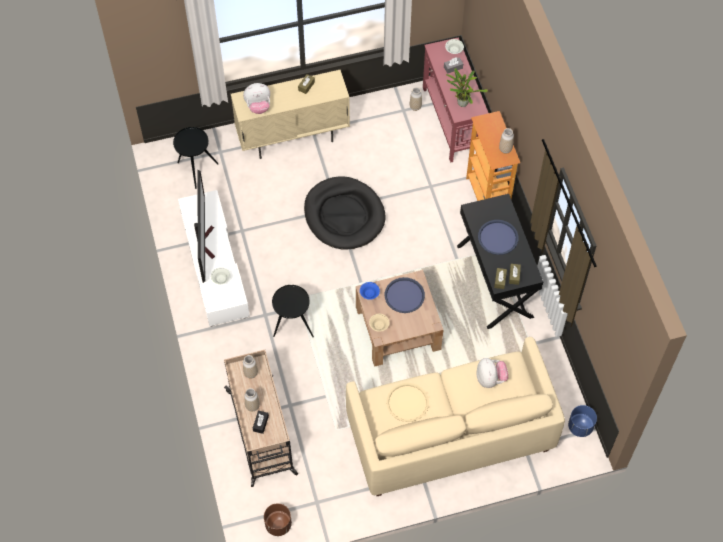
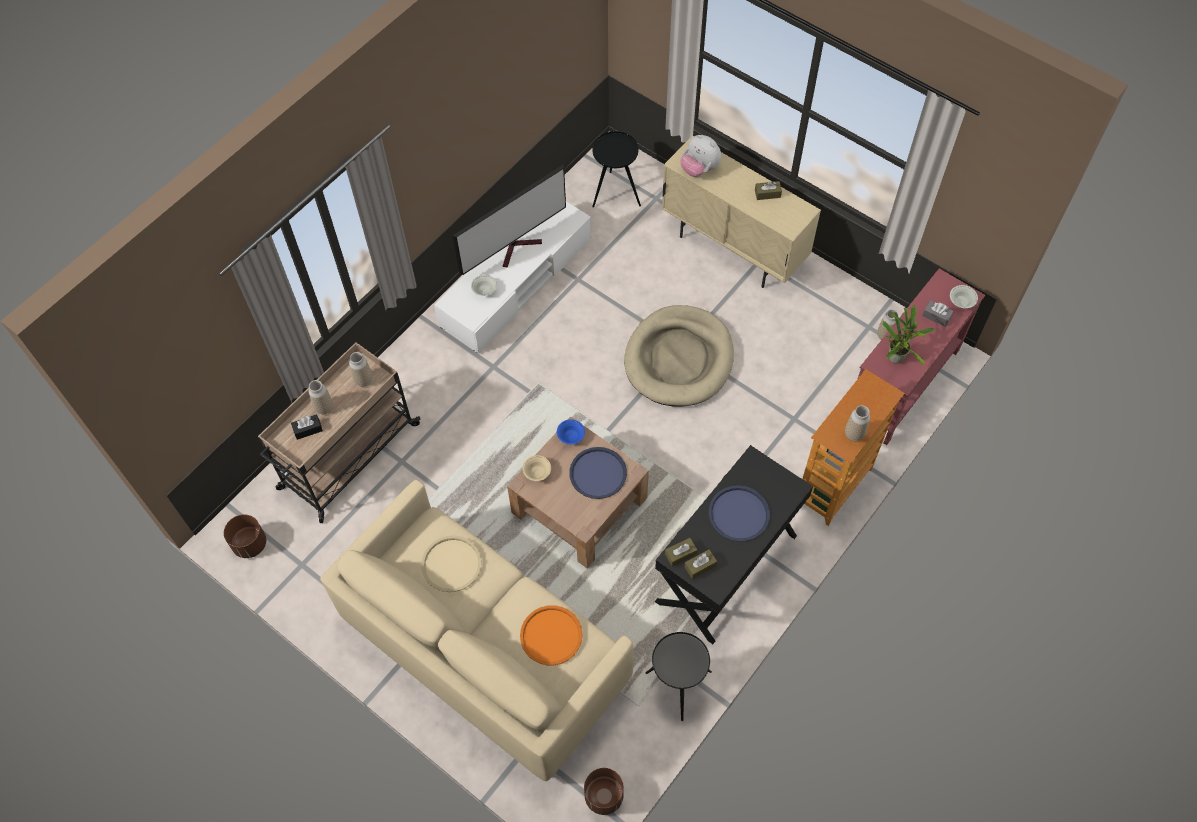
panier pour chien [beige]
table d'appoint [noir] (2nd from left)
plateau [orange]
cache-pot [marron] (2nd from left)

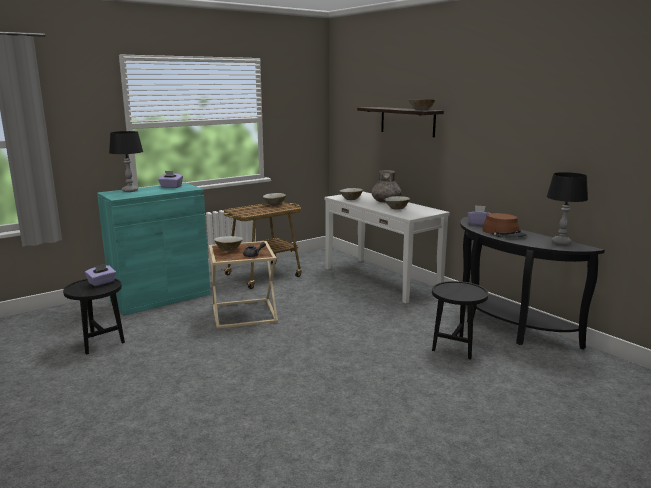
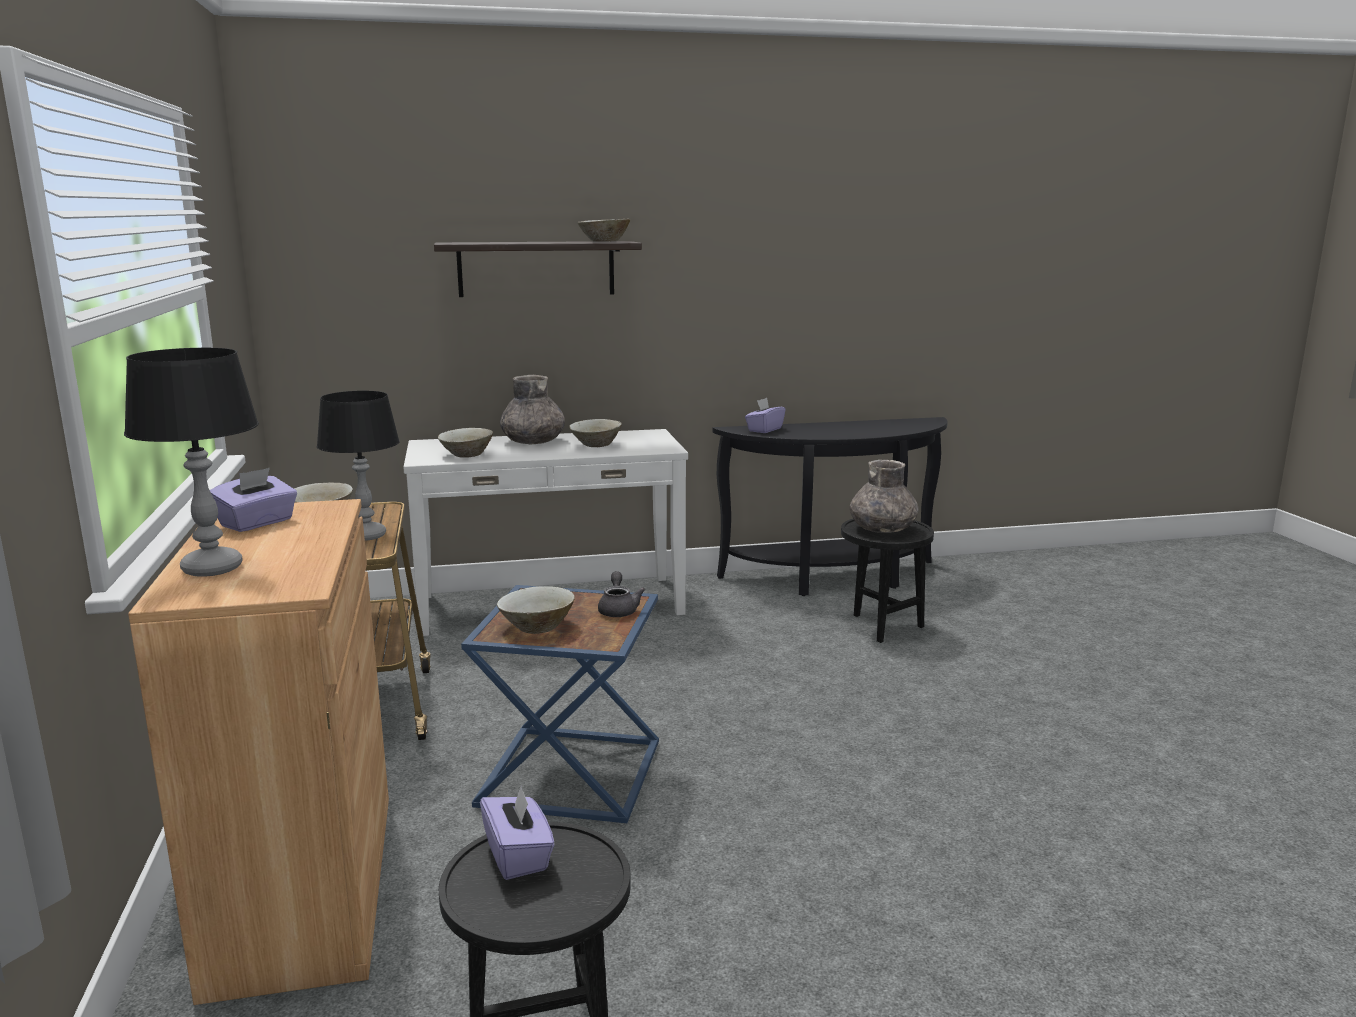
lampe de table [noir] (2nd from left)
meuble de rangement [marron]
chapeau [marron]
table d'appoint [bleu]
vase [gris] (2nd from left)

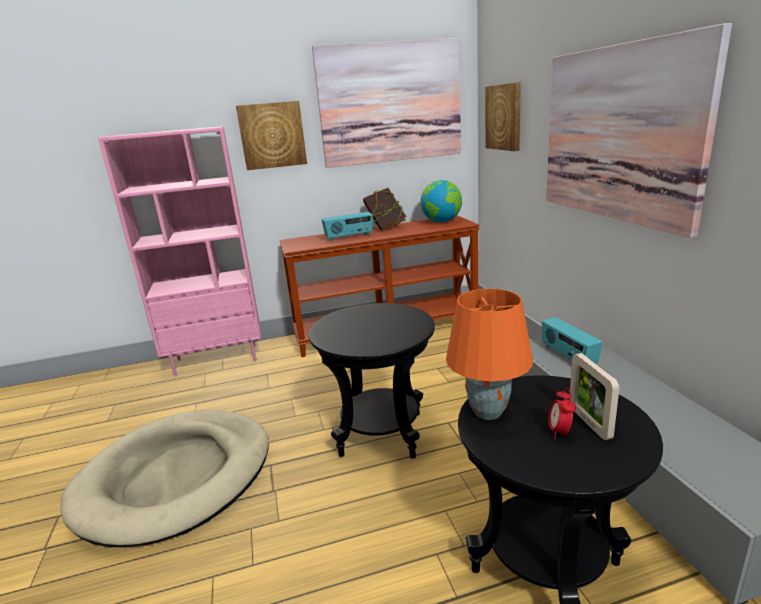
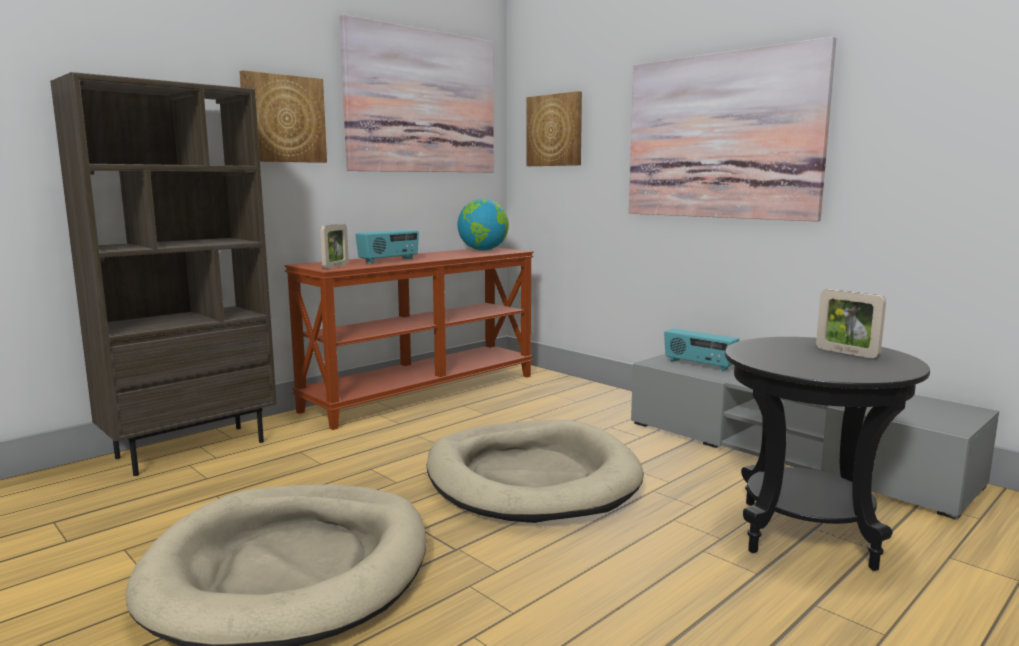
bibliothèque [marron]
livre
lampe de table [orange]
panier pour chien [beige] (2nd from left)
réveil
cadre photo (1st from left)

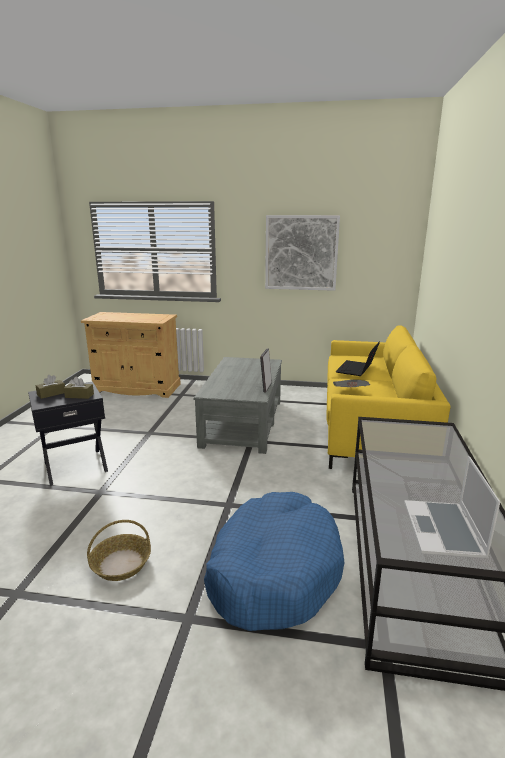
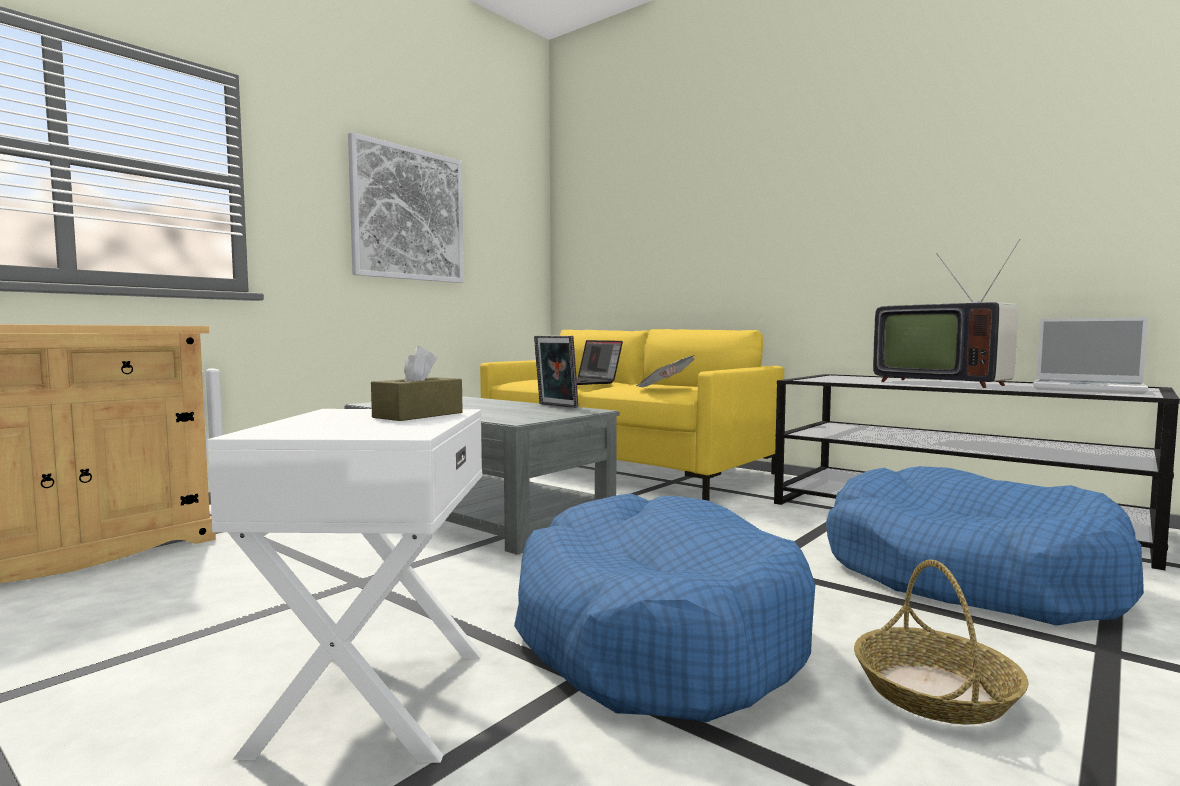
boîte à mouchoirs [marron] (1st from left in the first image)
table d'appoint [blanc]
téléviseur
panier pour chien [bleu] (1st from left)

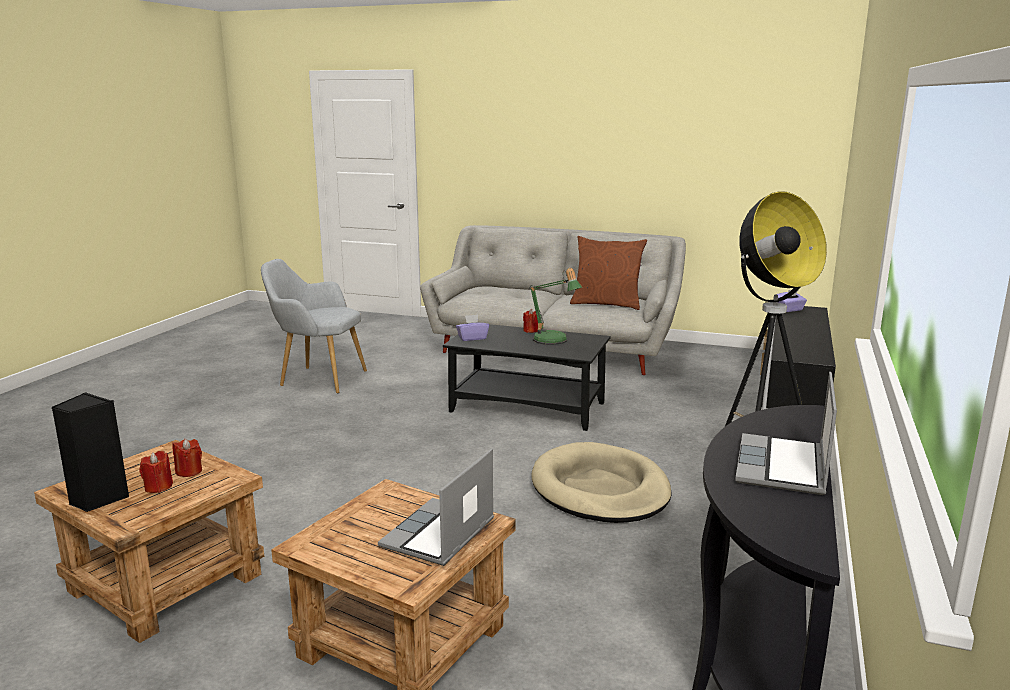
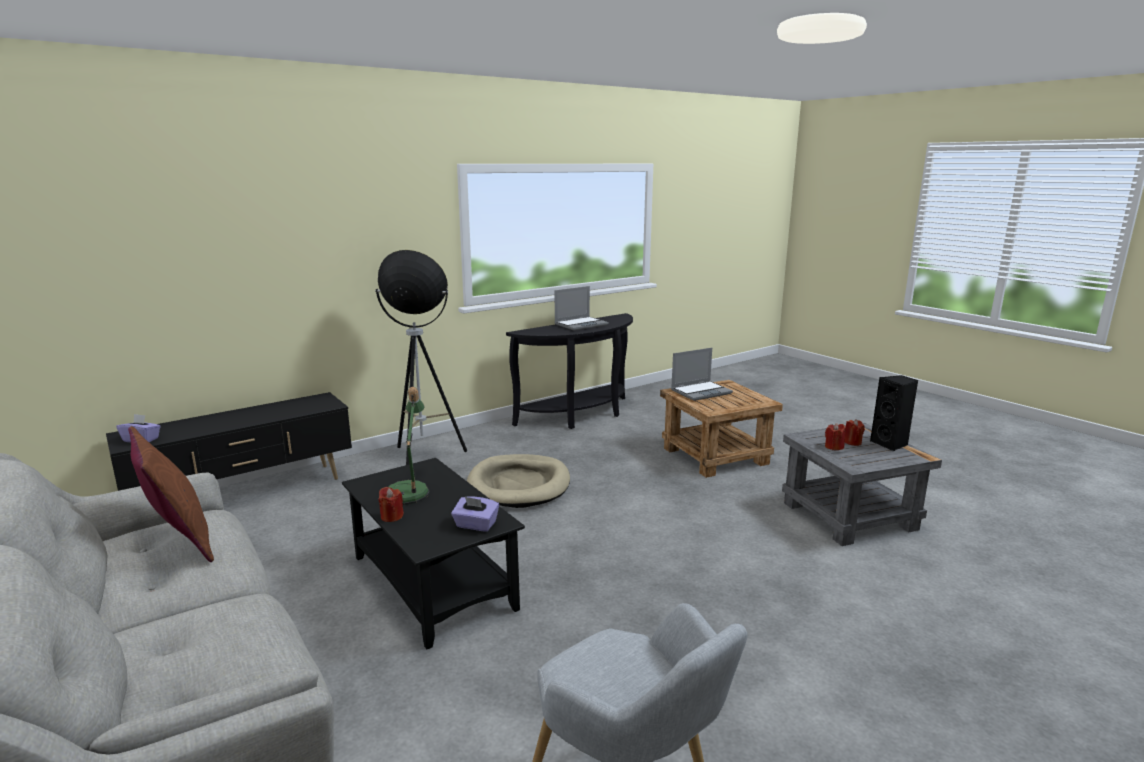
table d'appoint [gris]

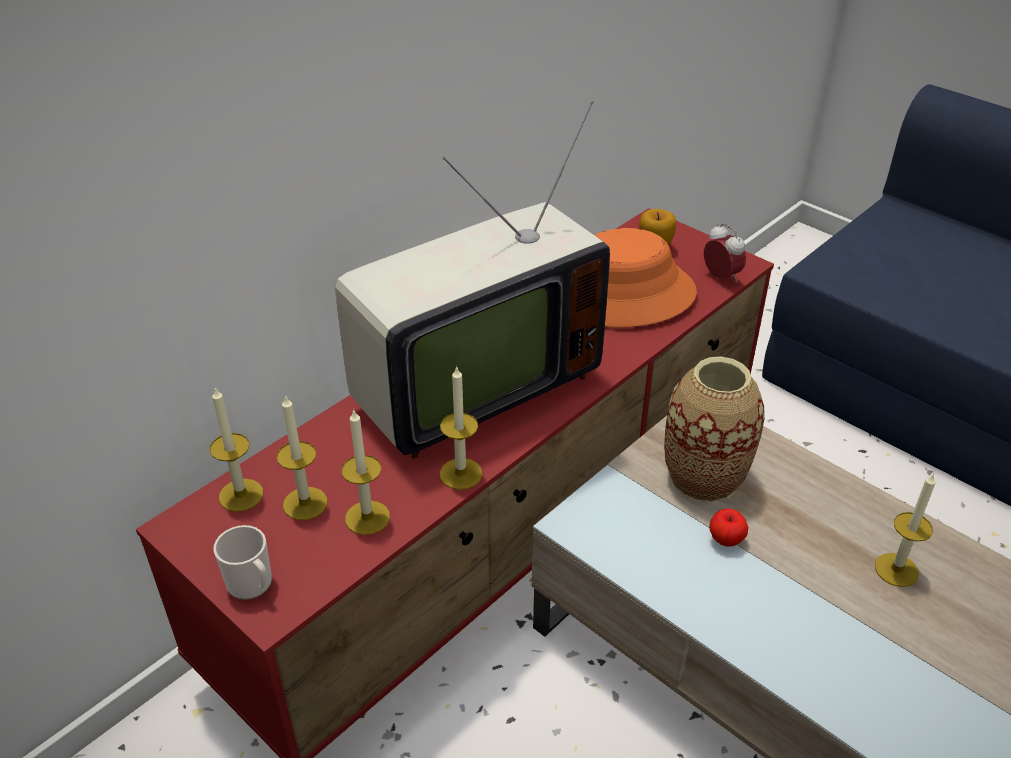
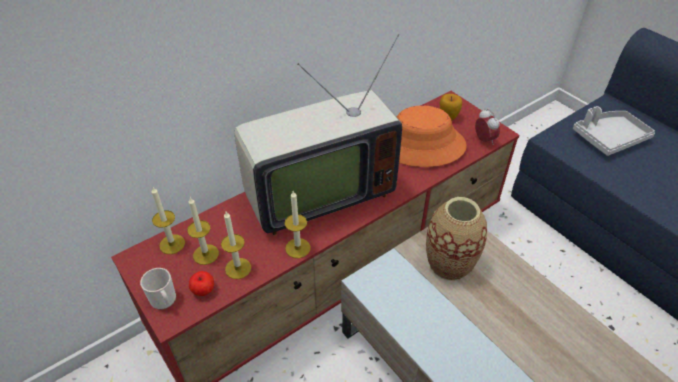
bougie (5th from left in the first image)
pomme (1st from left)
plateau [gris]

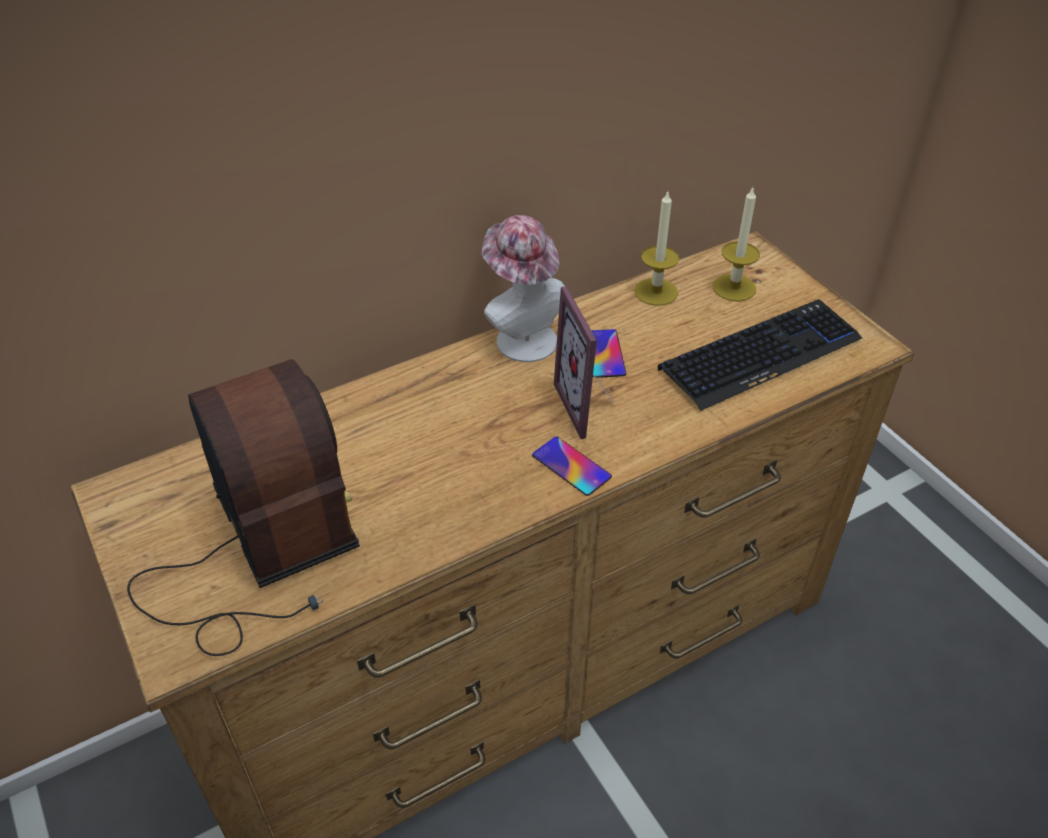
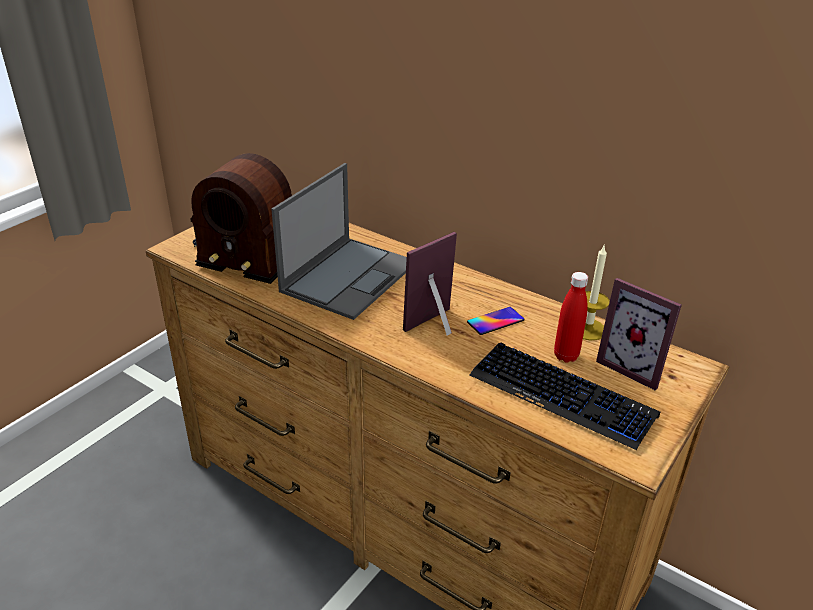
cadre photo (2nd from left)
chapeau
radio
téléphone (1st from left in the first image)
ordinateur portable
bouteille [rouge]

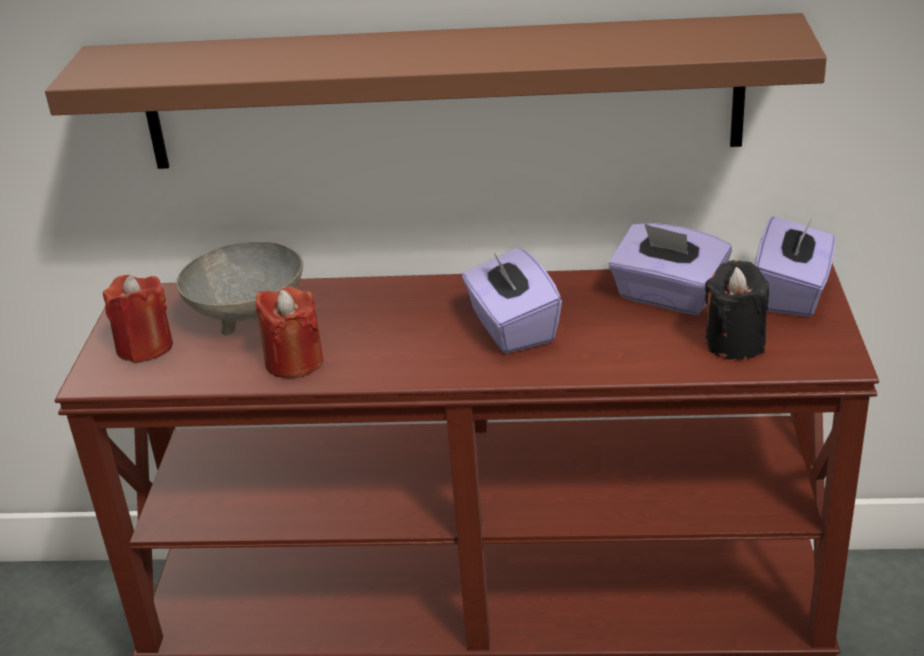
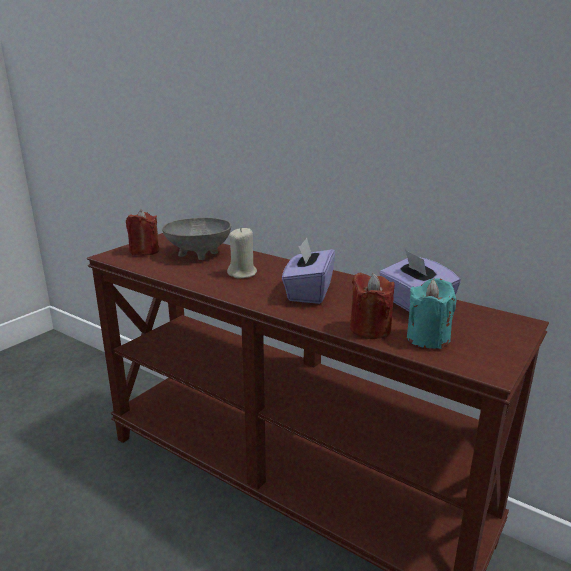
étagère [marron]
boîte à mouchoirs [violet] (3rd from left in the first image)
bougie [turquoise]
bougie [rouge] (2nd from left)
bougie [beige]

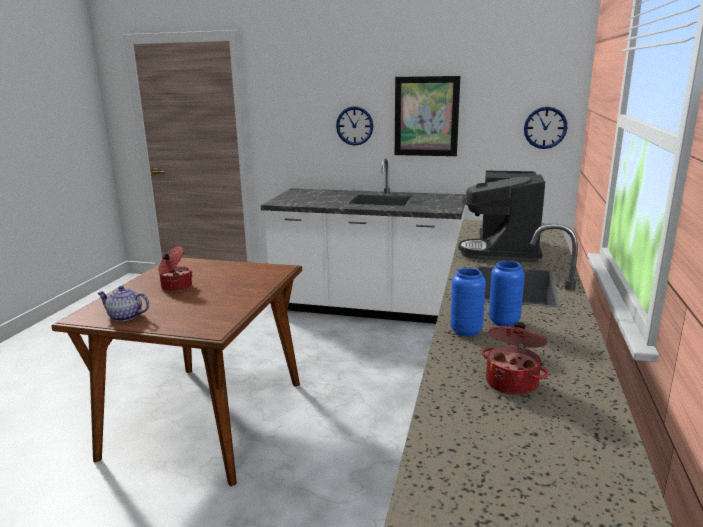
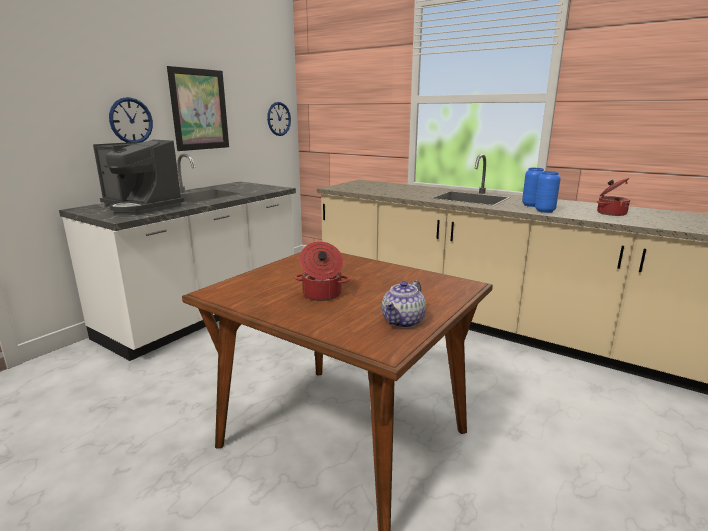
machine à café

